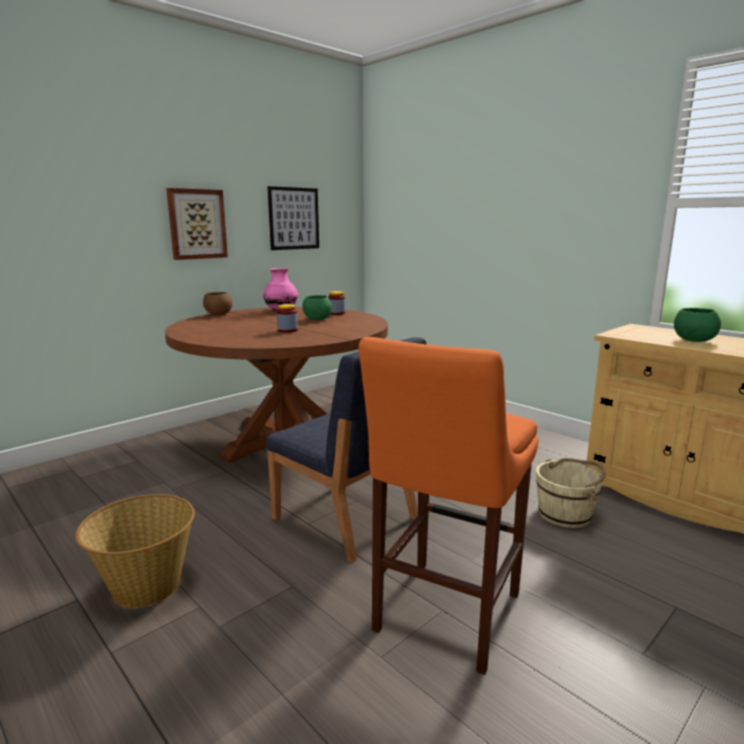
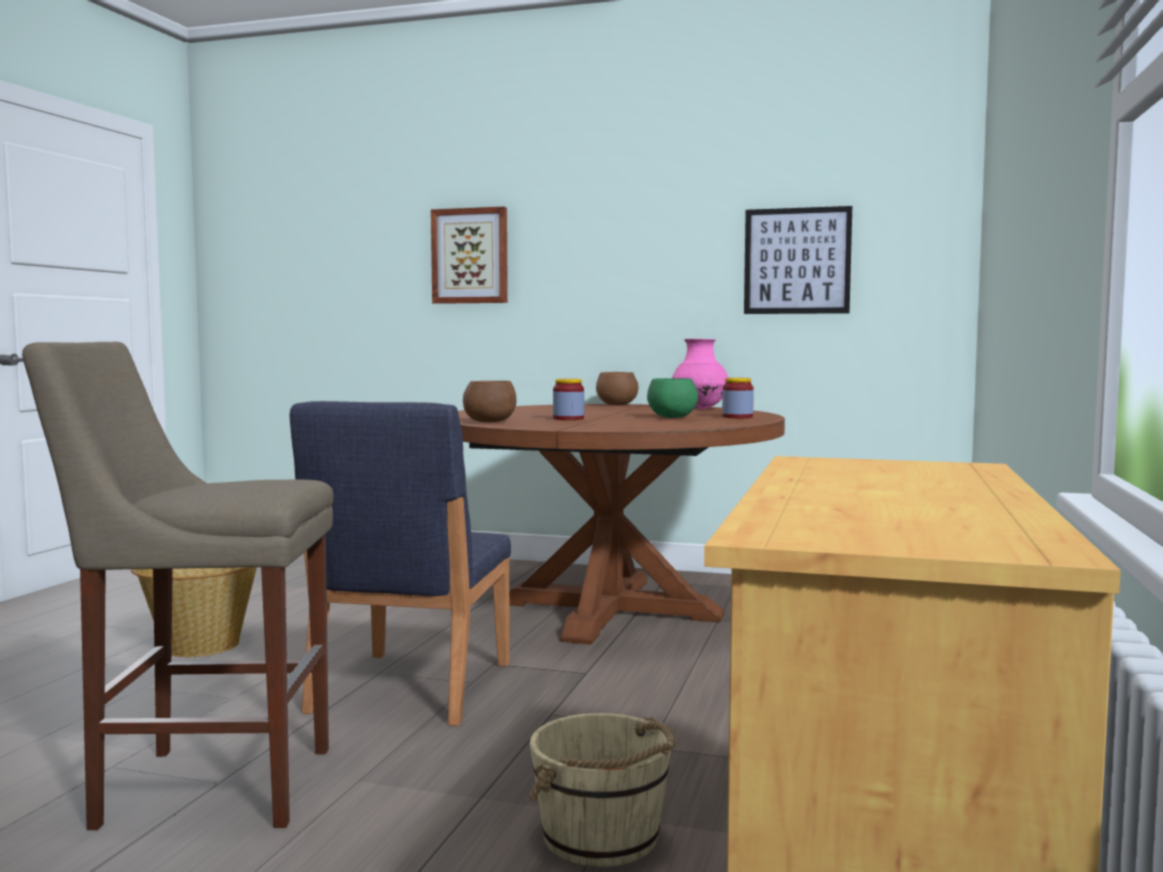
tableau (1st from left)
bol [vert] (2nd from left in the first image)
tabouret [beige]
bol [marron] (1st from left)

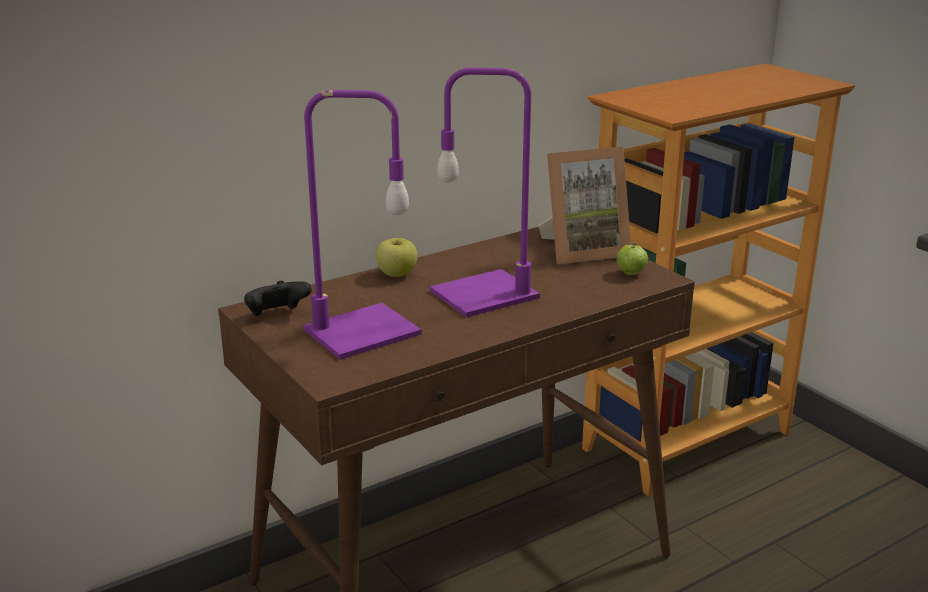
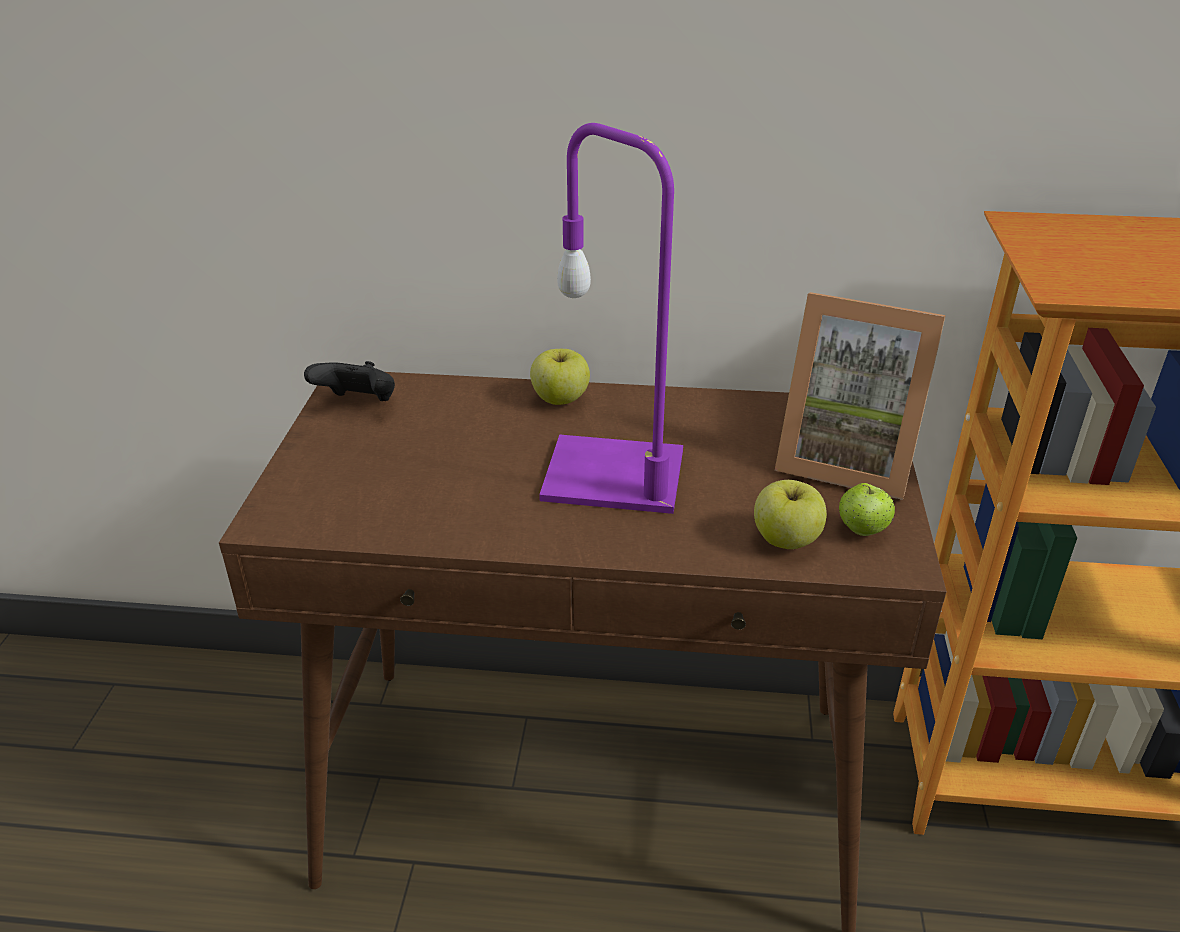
lampe de table [violet] (1st from left in the first image)
pomme (2nd from left)

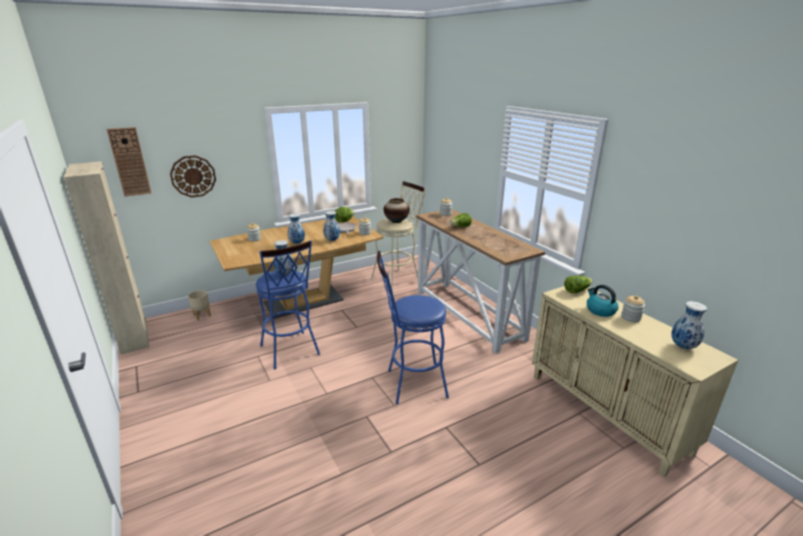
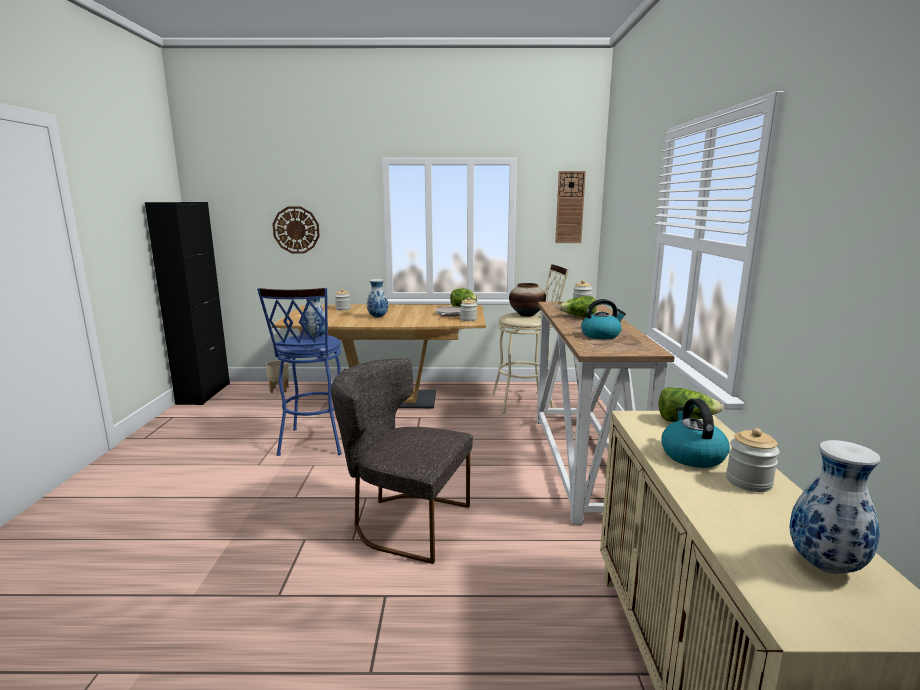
horloge murale (2nd from left)
meuble de rangement [noir]
vase (3rd from left in the first image)
chaise [gris]
bouilloire (1st from left)

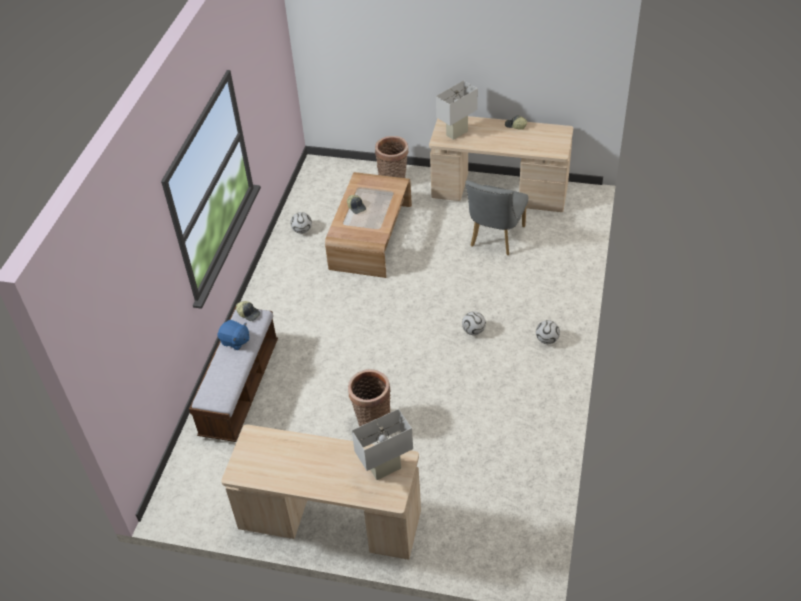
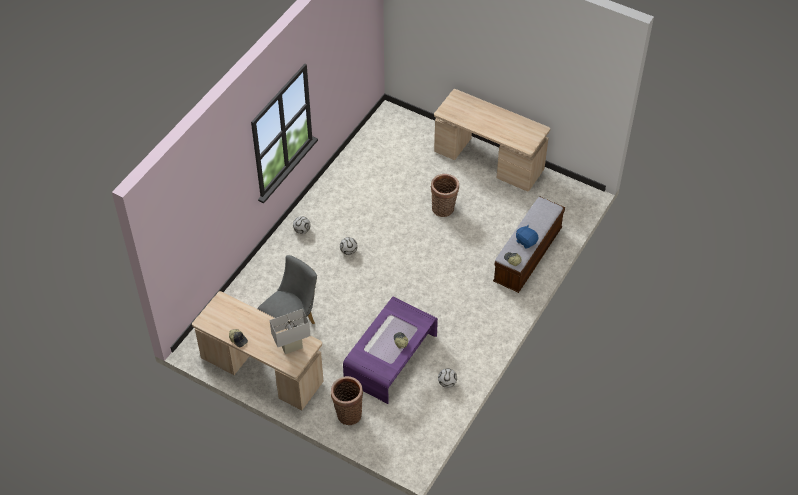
table basse [violet]
lampe de table [blanc] (1st from left in the first image)

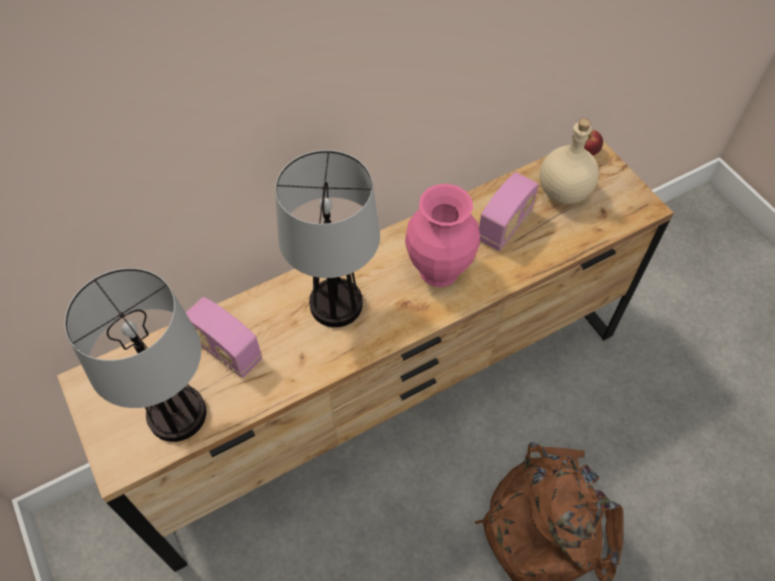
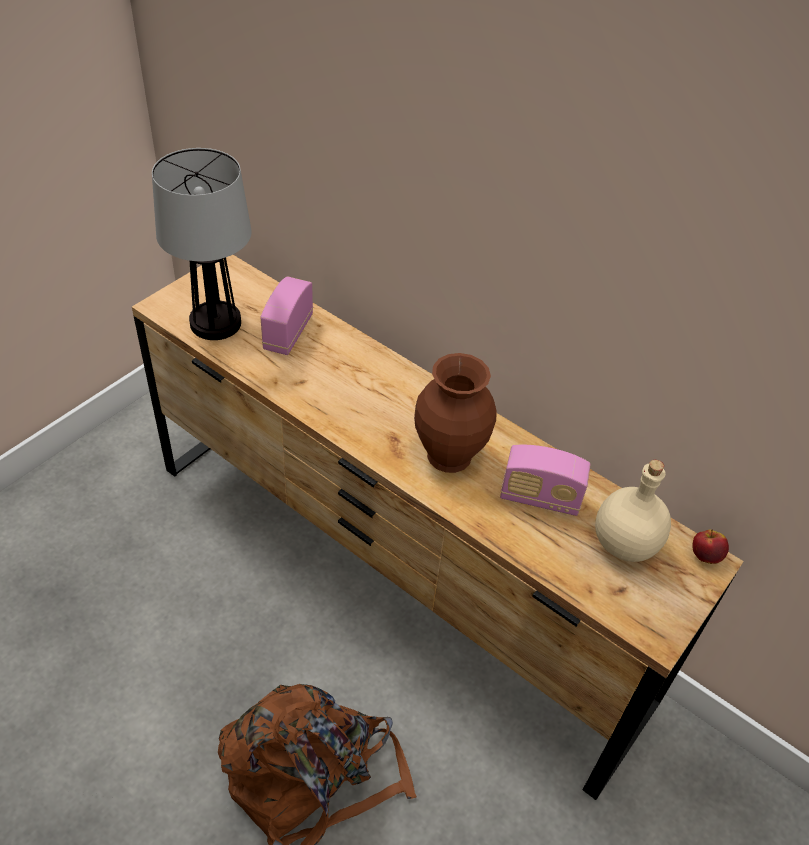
lampe de table (2nd from left in the first image)
vase [marron]

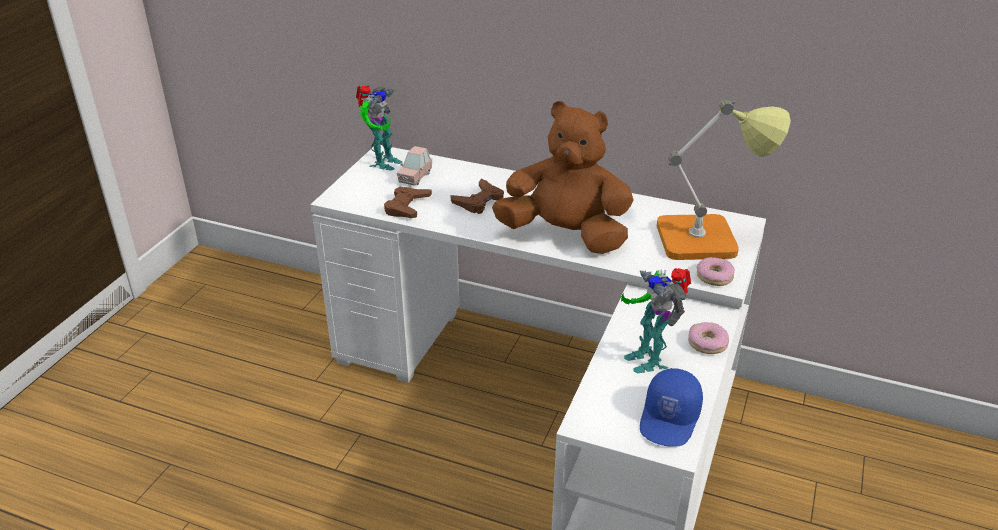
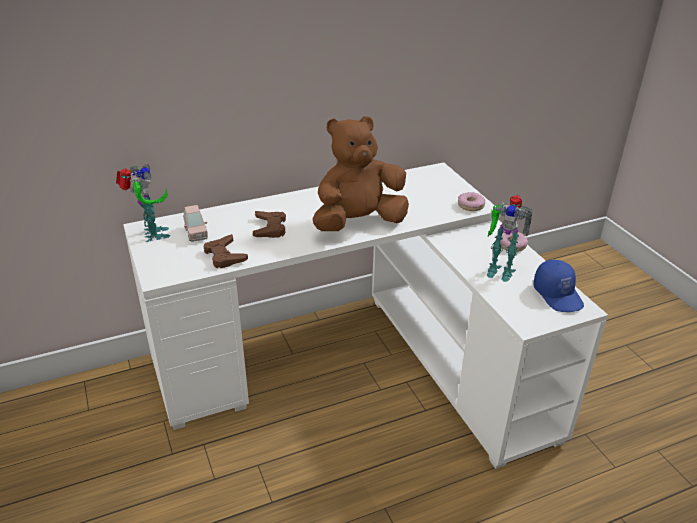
lampe de table

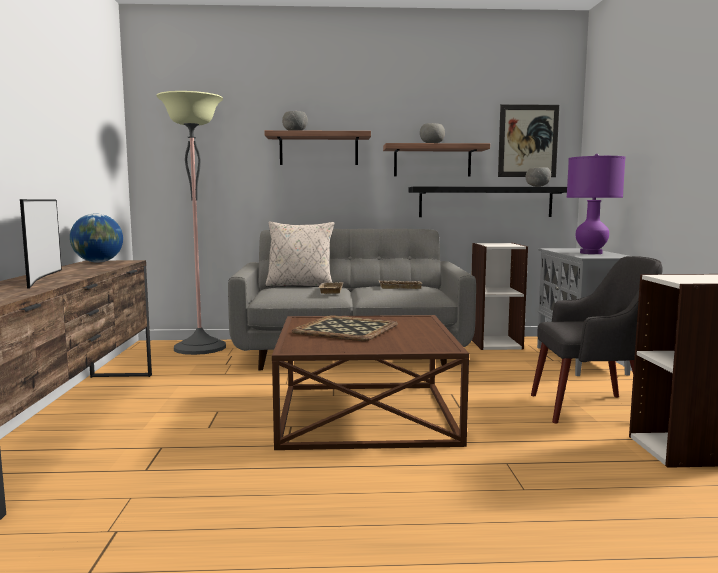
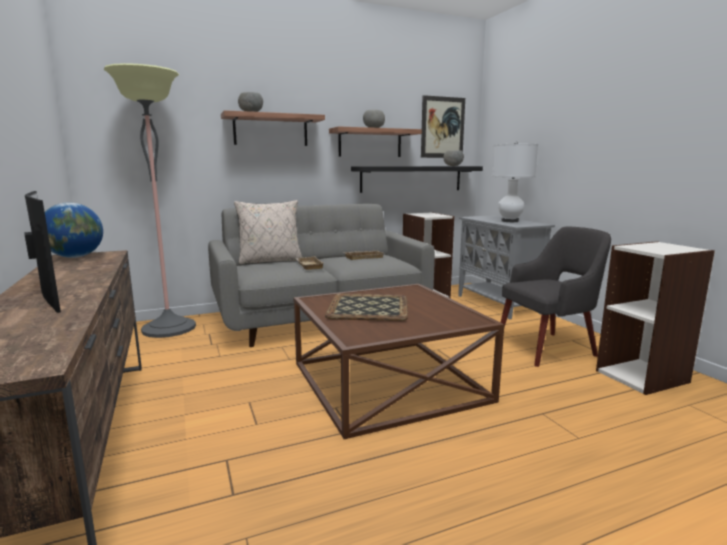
lampe de table [blanc]

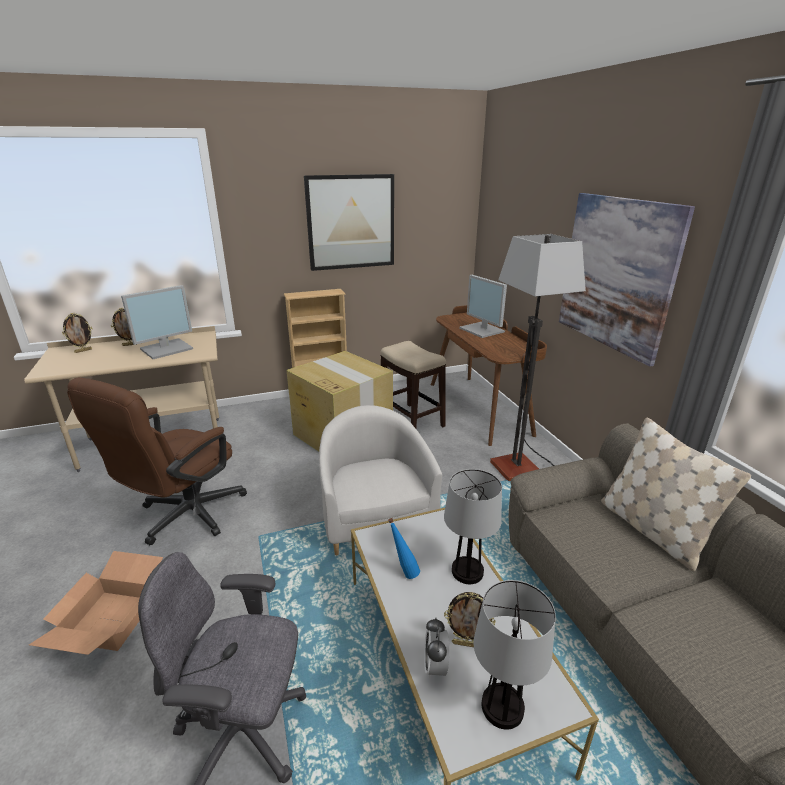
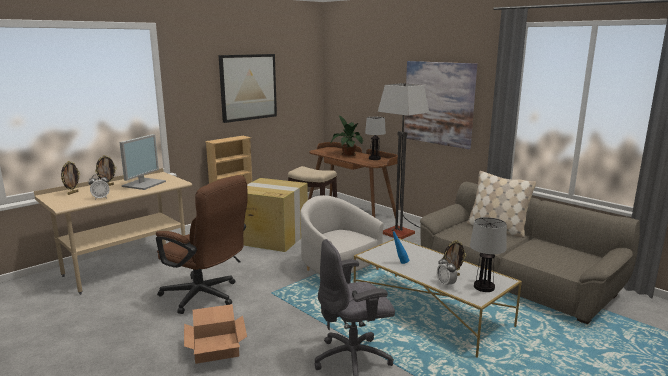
plante en pot
chaise de bureau [marron]
lampe de table (1st from left)
réveil (1st from left)

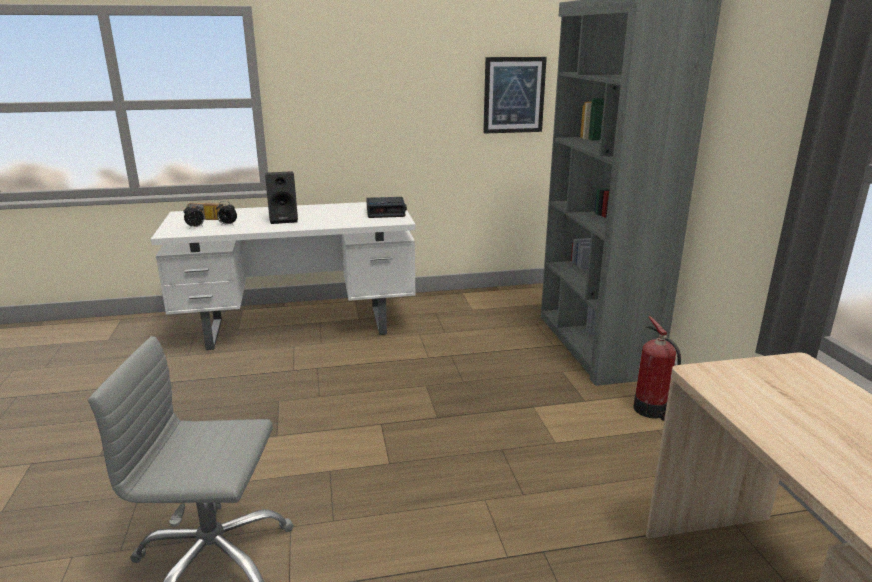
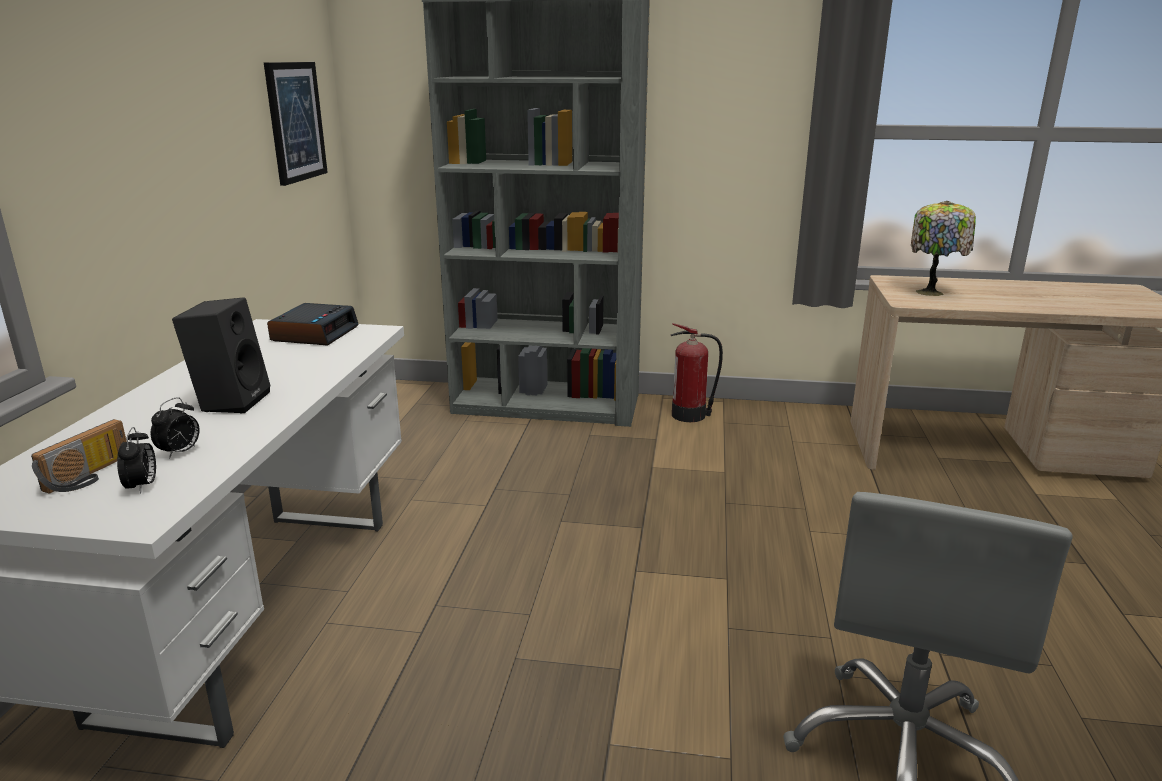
lampe de table

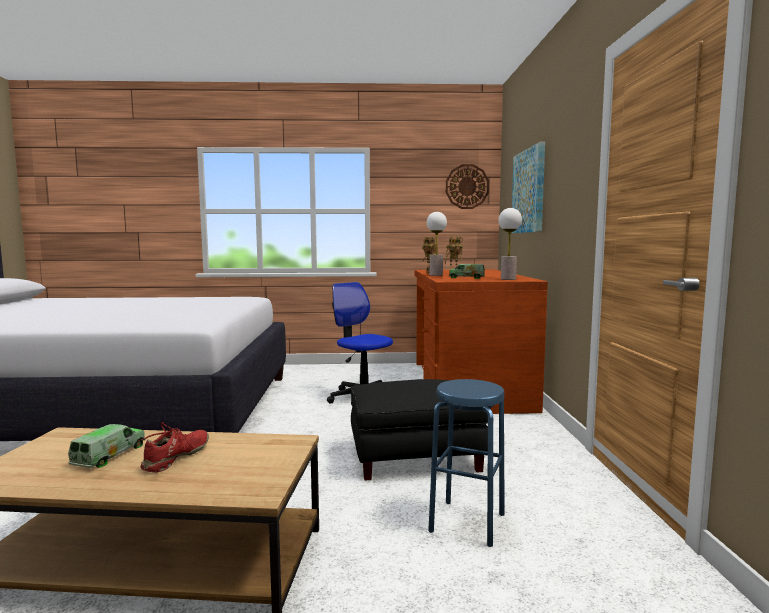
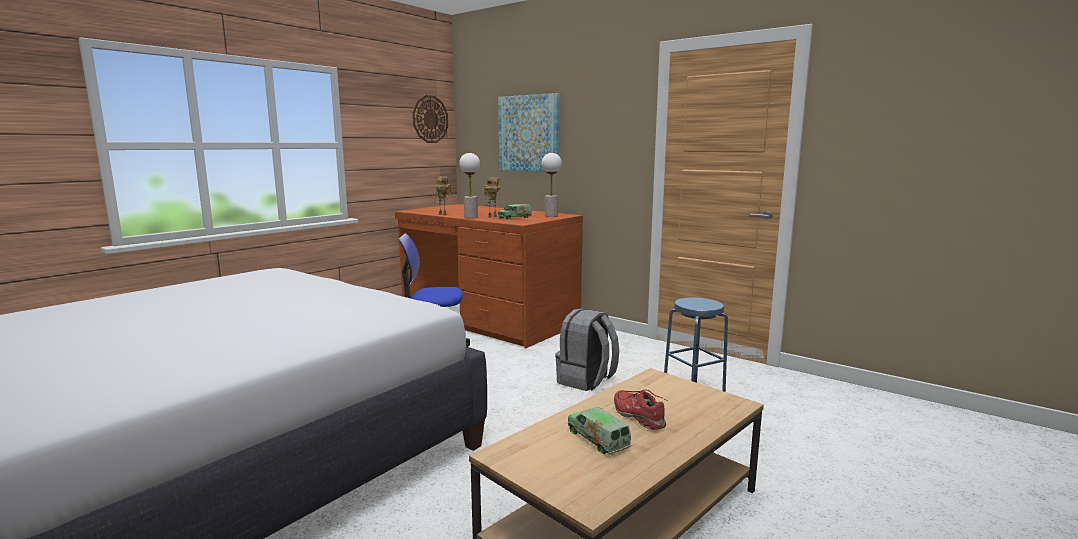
sac à dos [gris]

